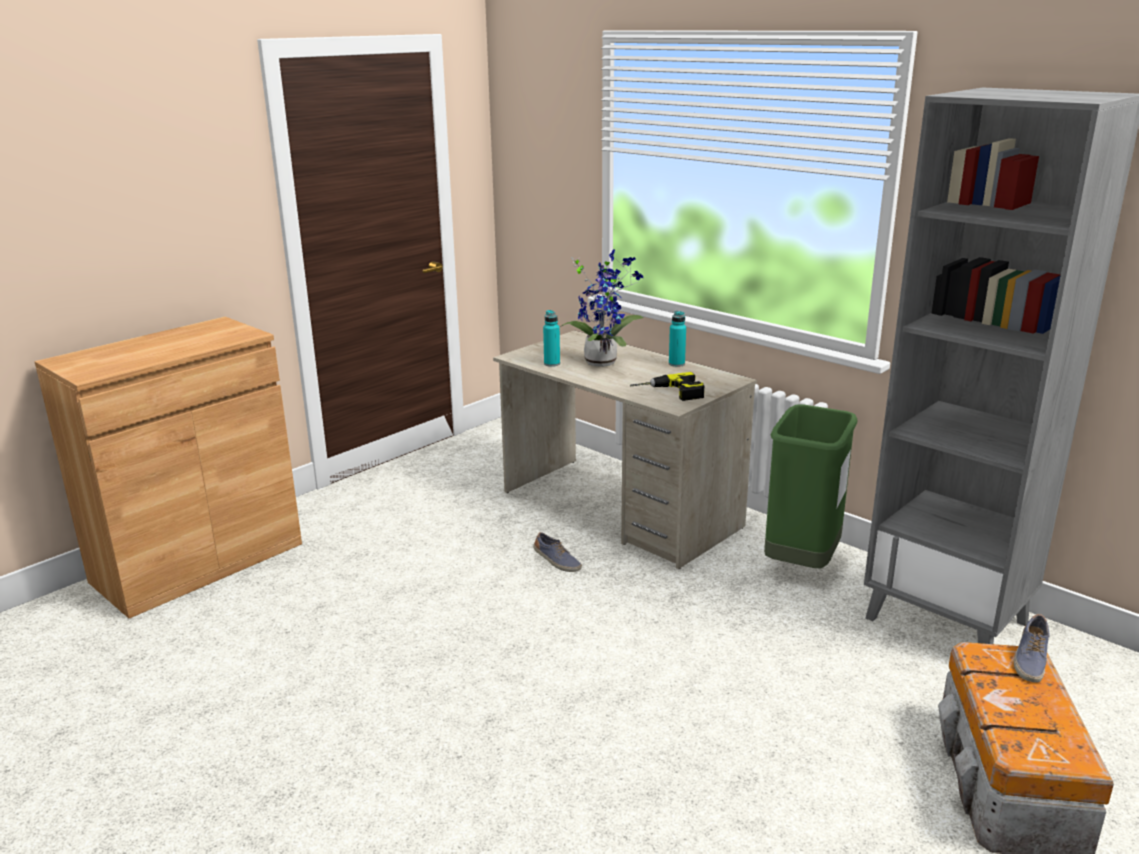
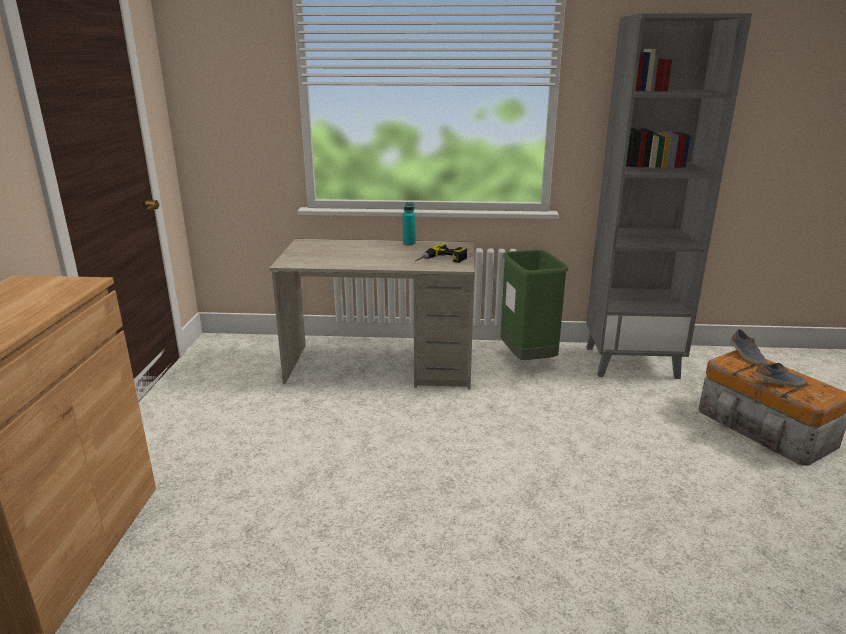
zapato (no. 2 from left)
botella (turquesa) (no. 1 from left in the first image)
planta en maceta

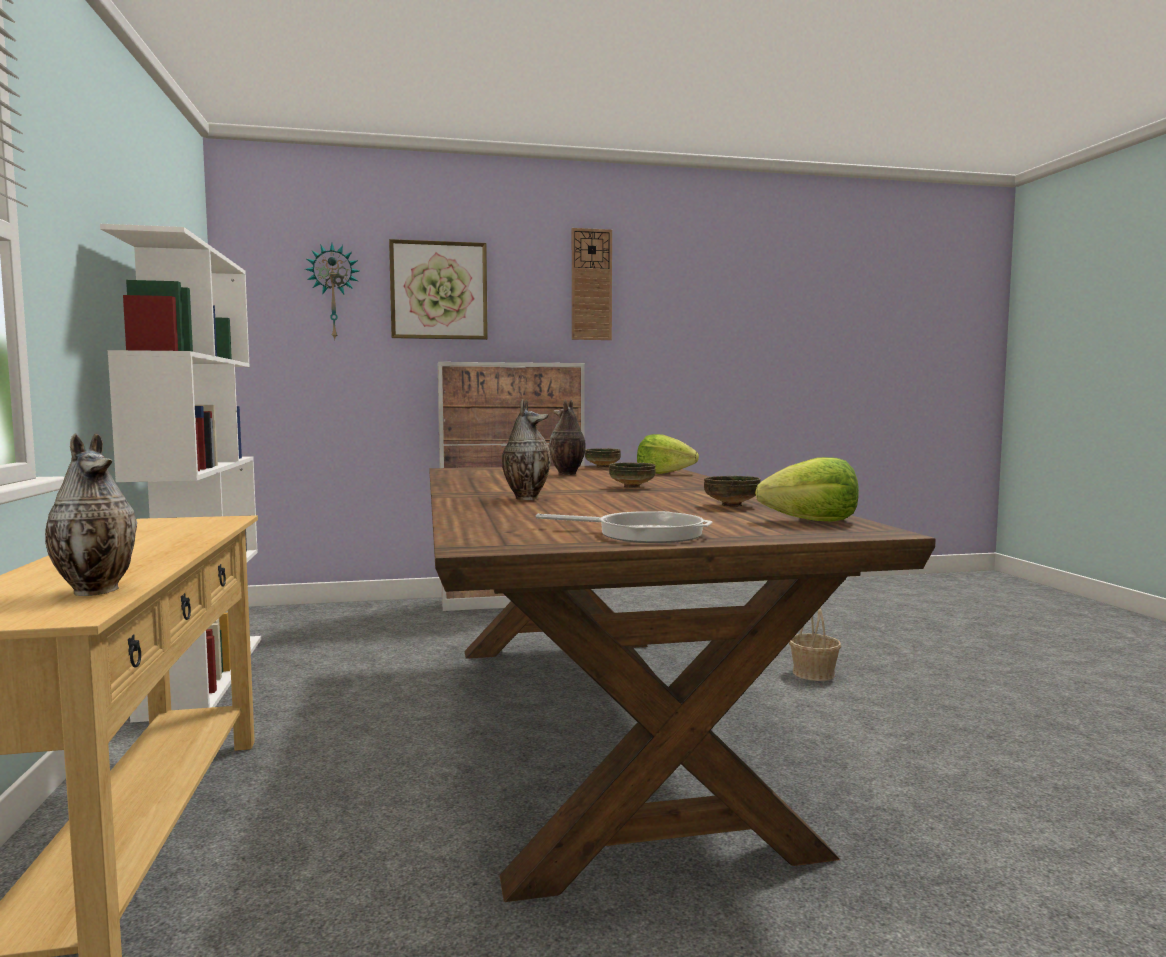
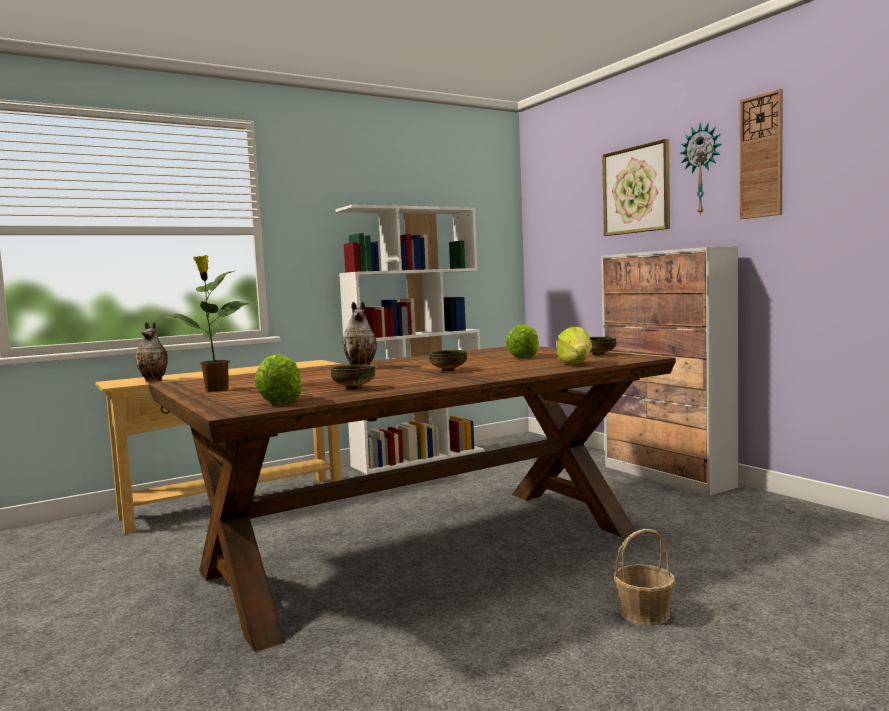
planta en maceta
lechuga (no. 2 from left)
reloj de pared (no. 1 from left)

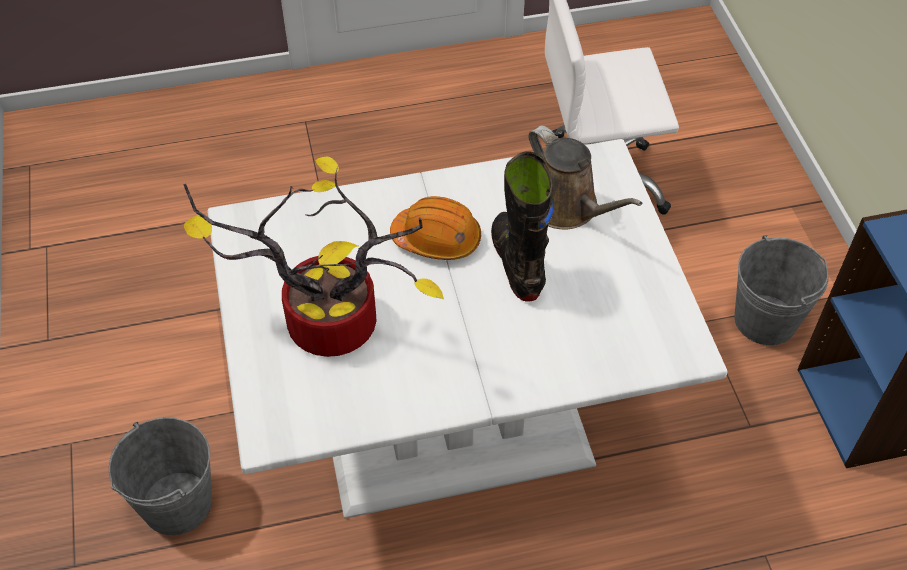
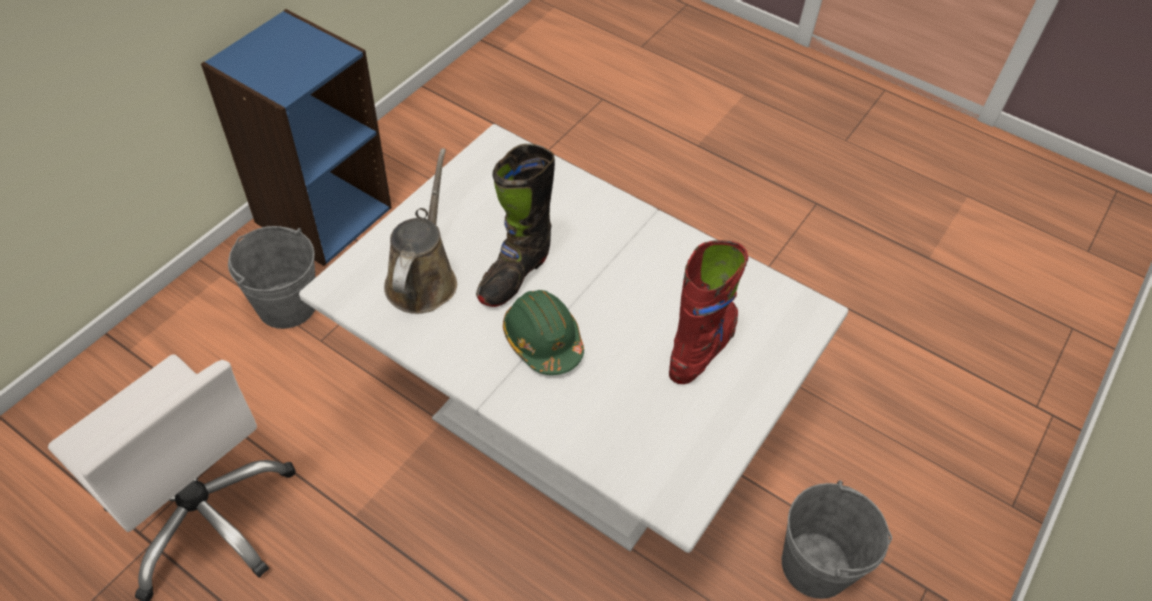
casco (verde)
bota (rojo)

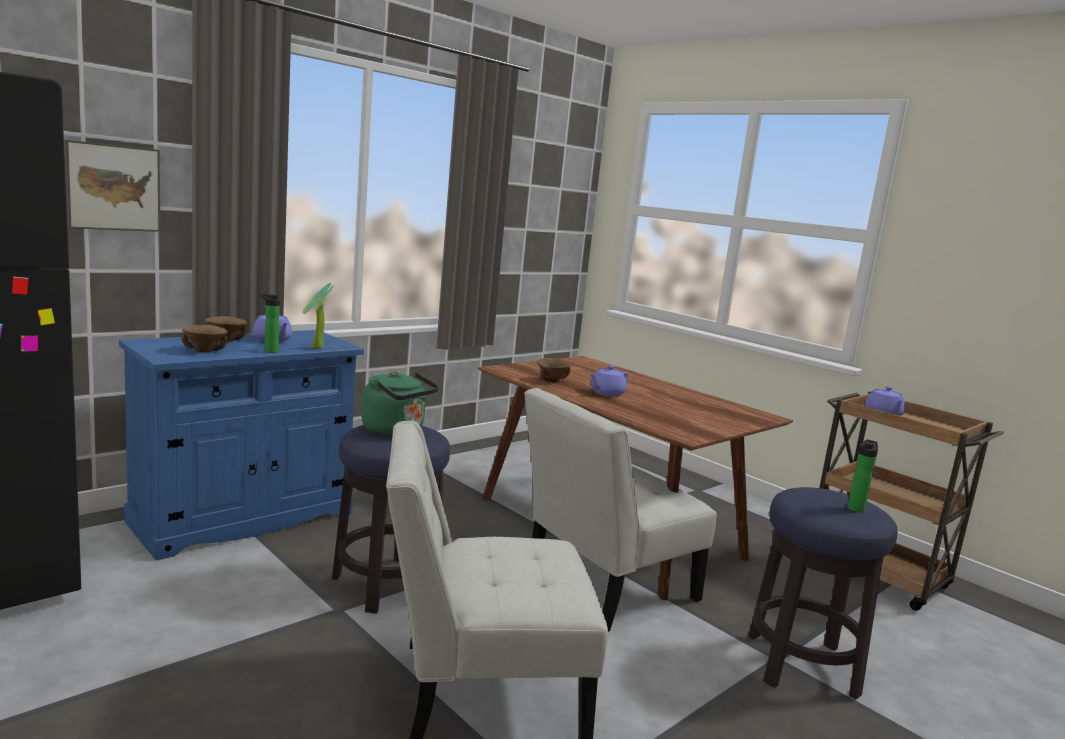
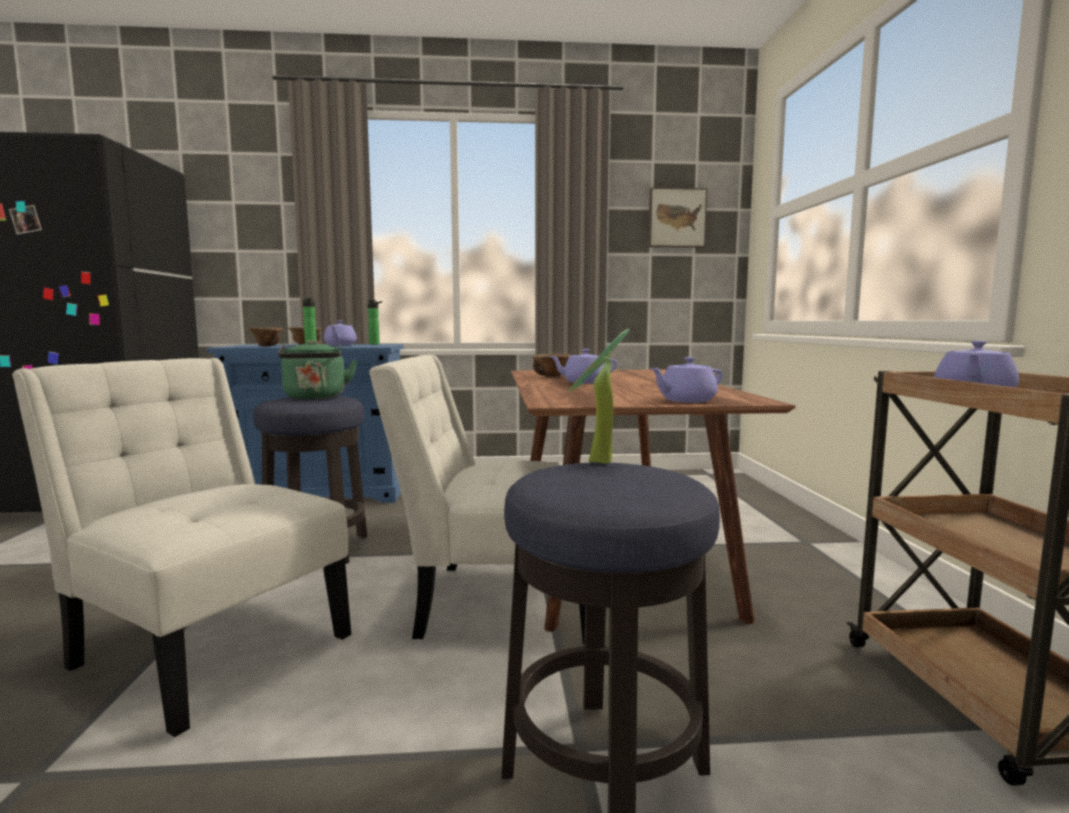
botella (no. 2 from left)
planta en maceta
cuadro
tetera (morado) (no. 3 from left)

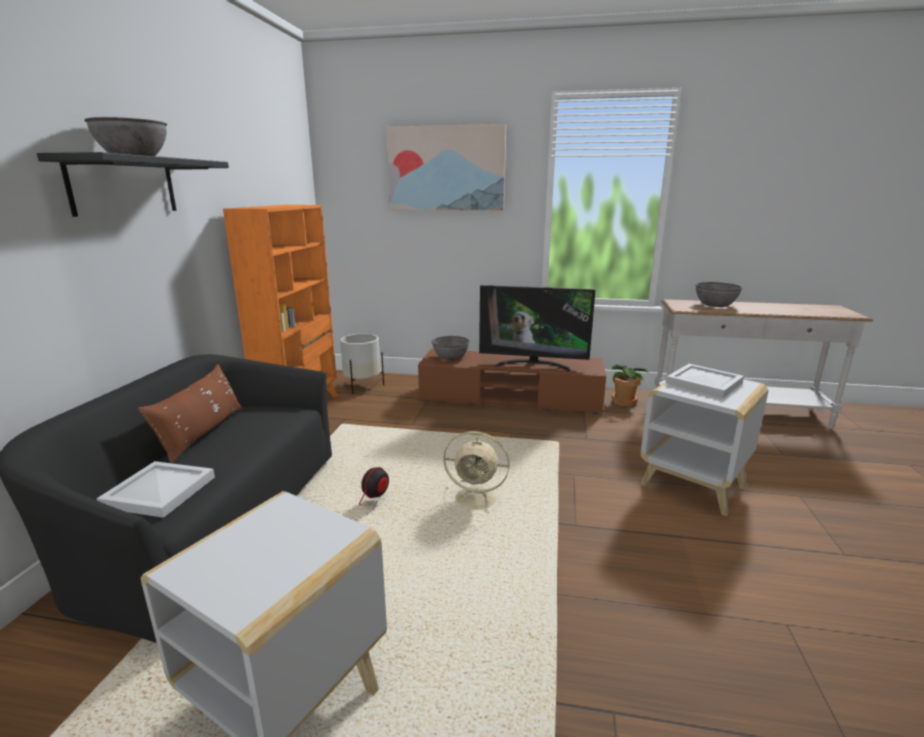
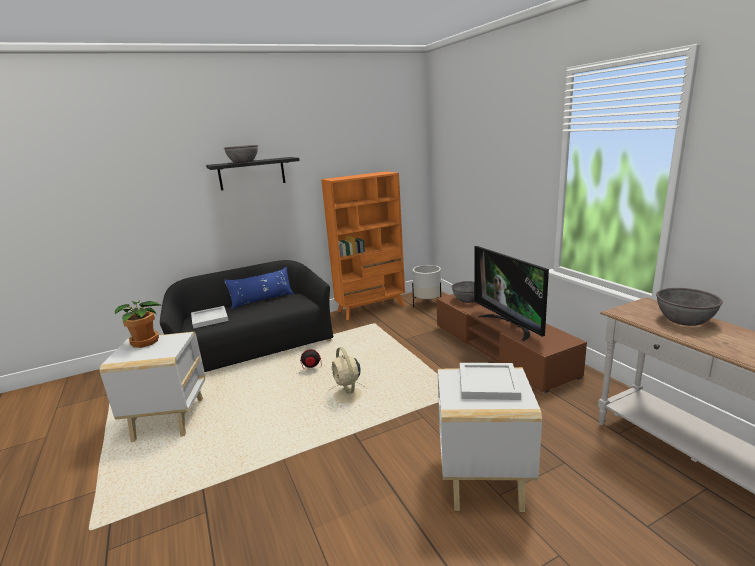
planta en maceta
cojín (azul)
cuadro

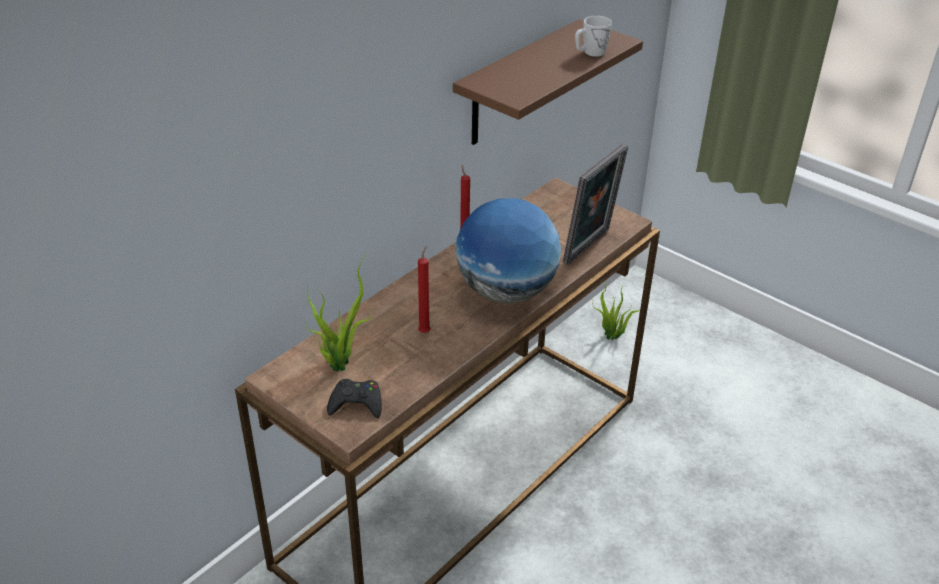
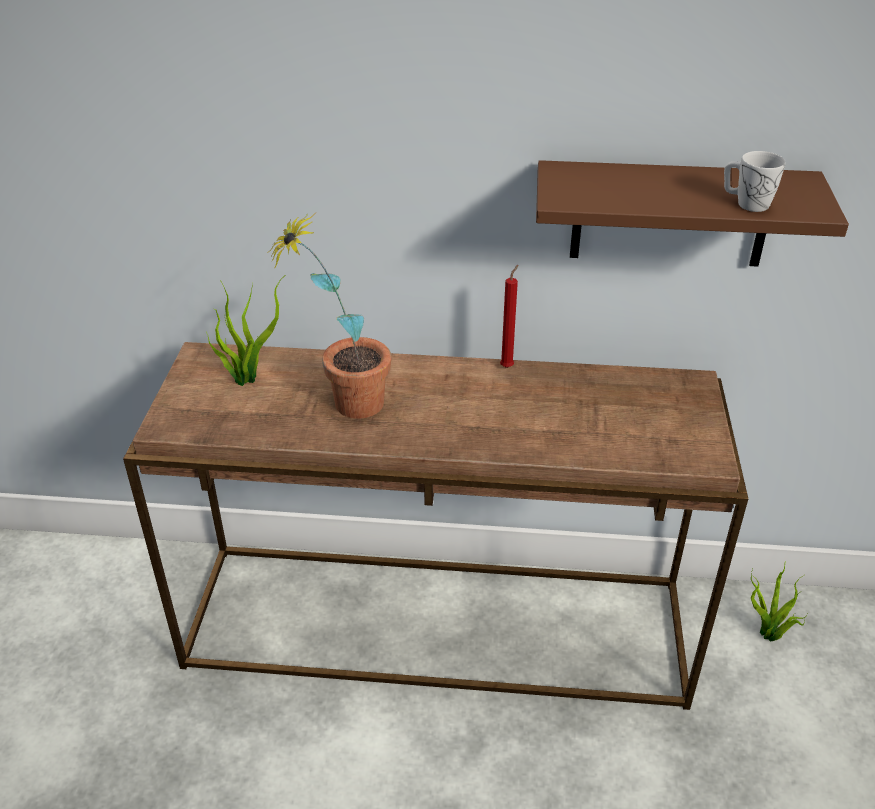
planta en maceta (no. 2 from left)
mando de consola (negro)
globo terráqueo
portarretratos

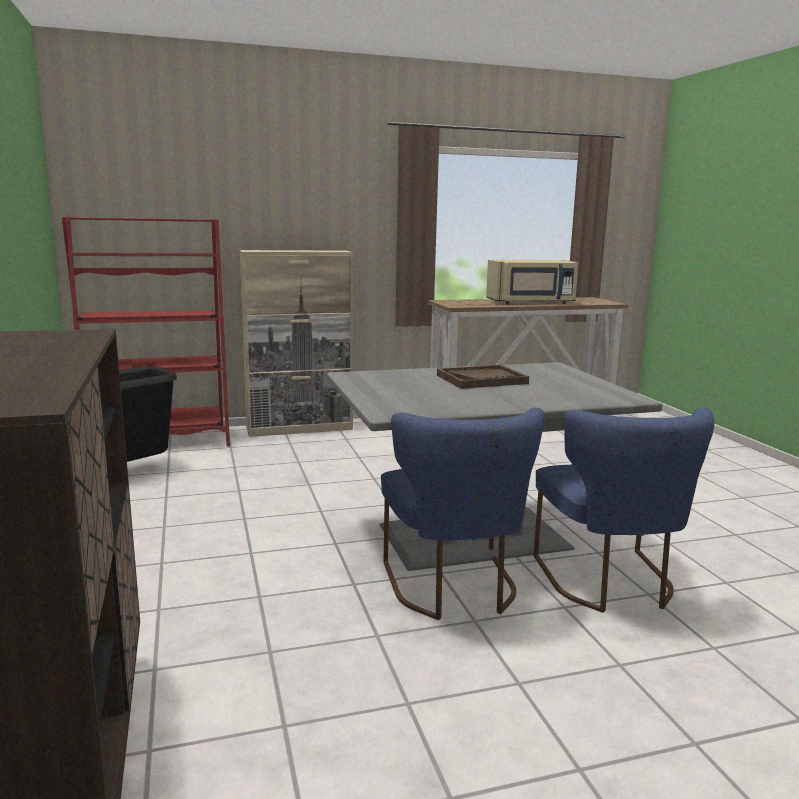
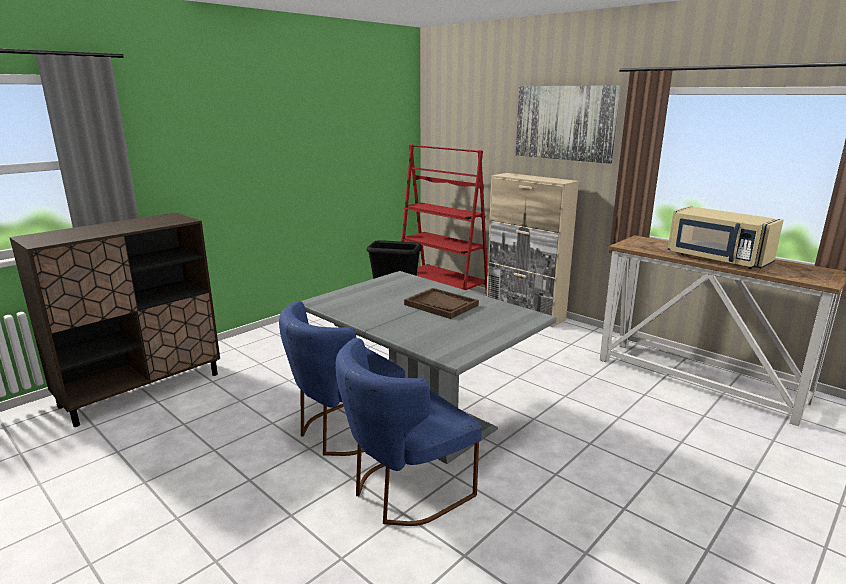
cuadro

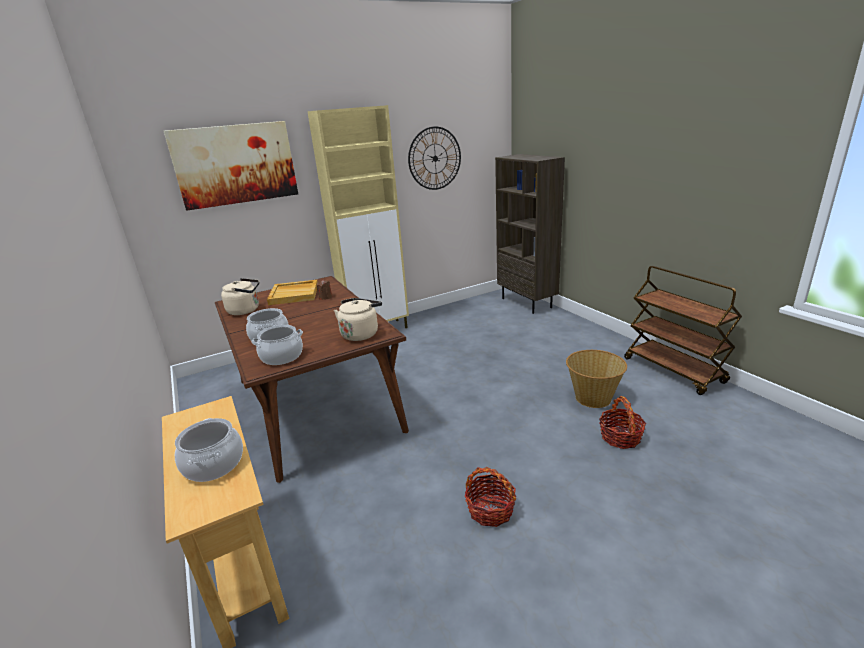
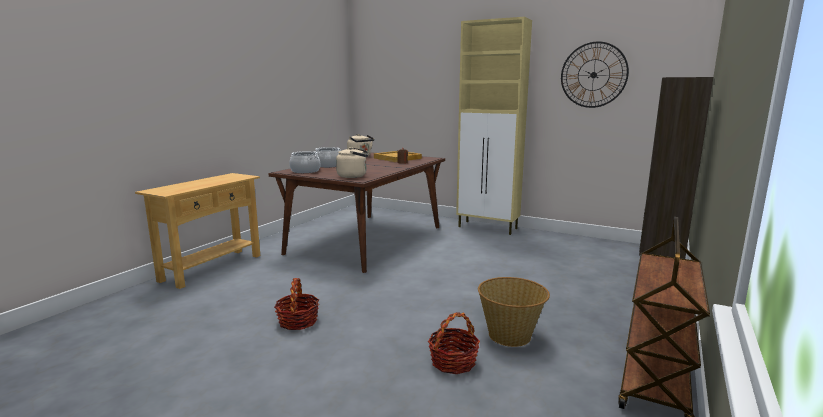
cuadro
olla (no. 1 from left in the first image)

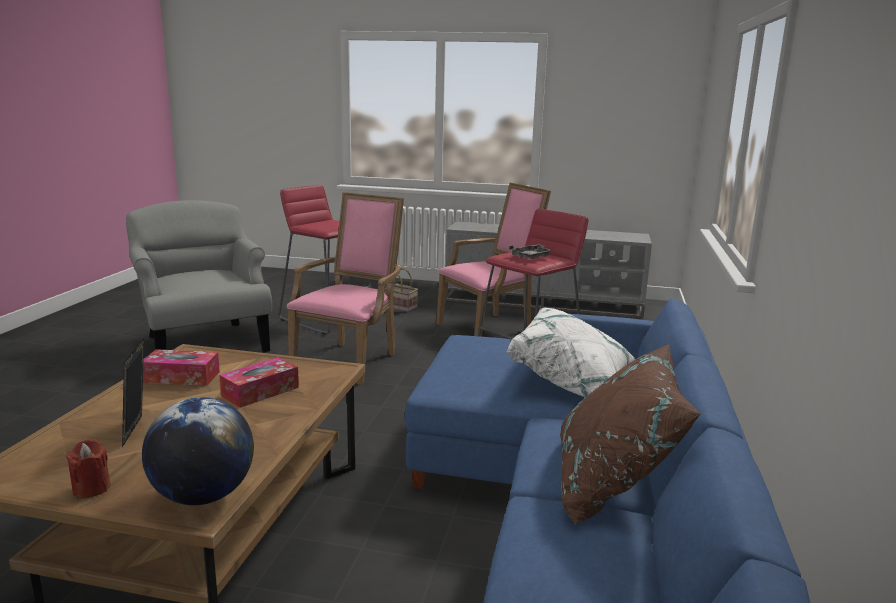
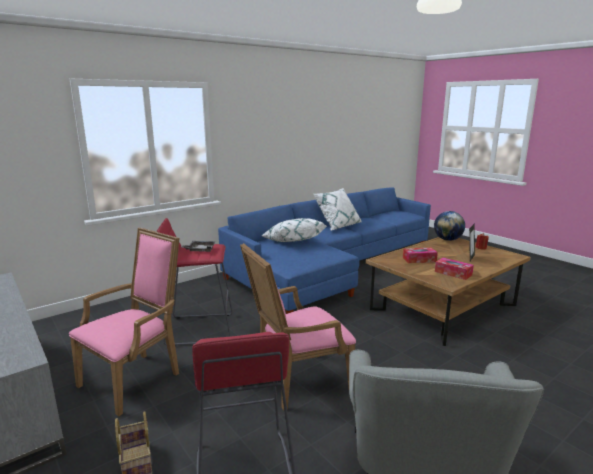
sillón (rosa) (no. 1 from left)
cojín (blanco) (no. 2 from left)

